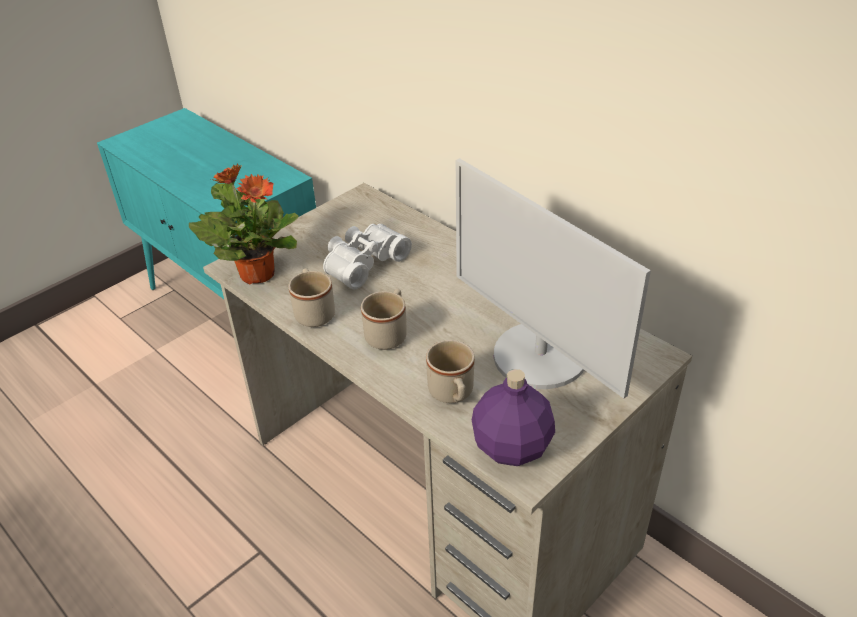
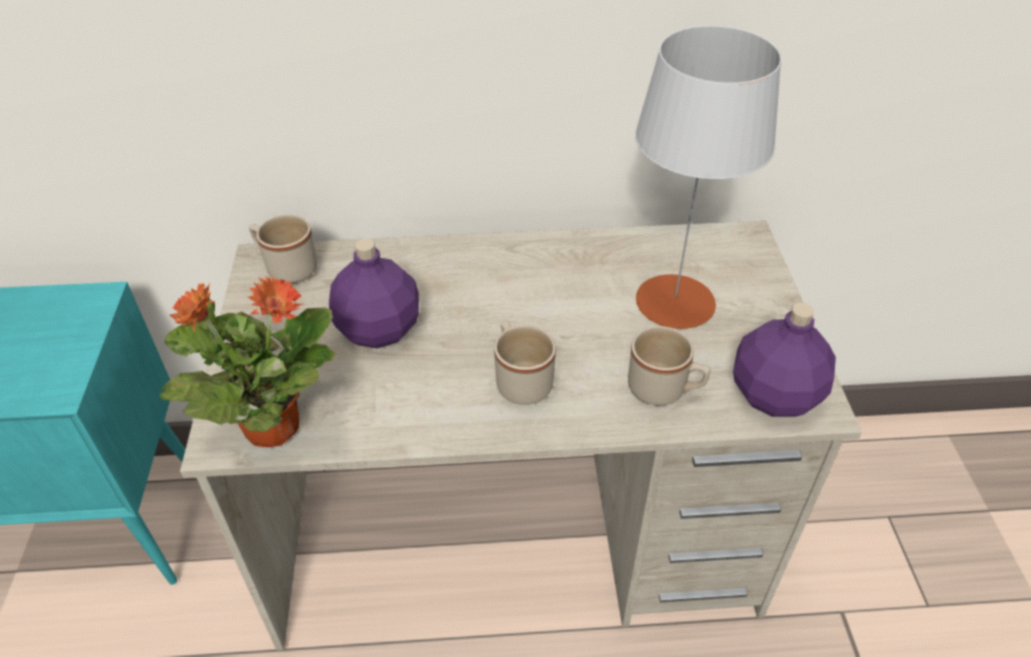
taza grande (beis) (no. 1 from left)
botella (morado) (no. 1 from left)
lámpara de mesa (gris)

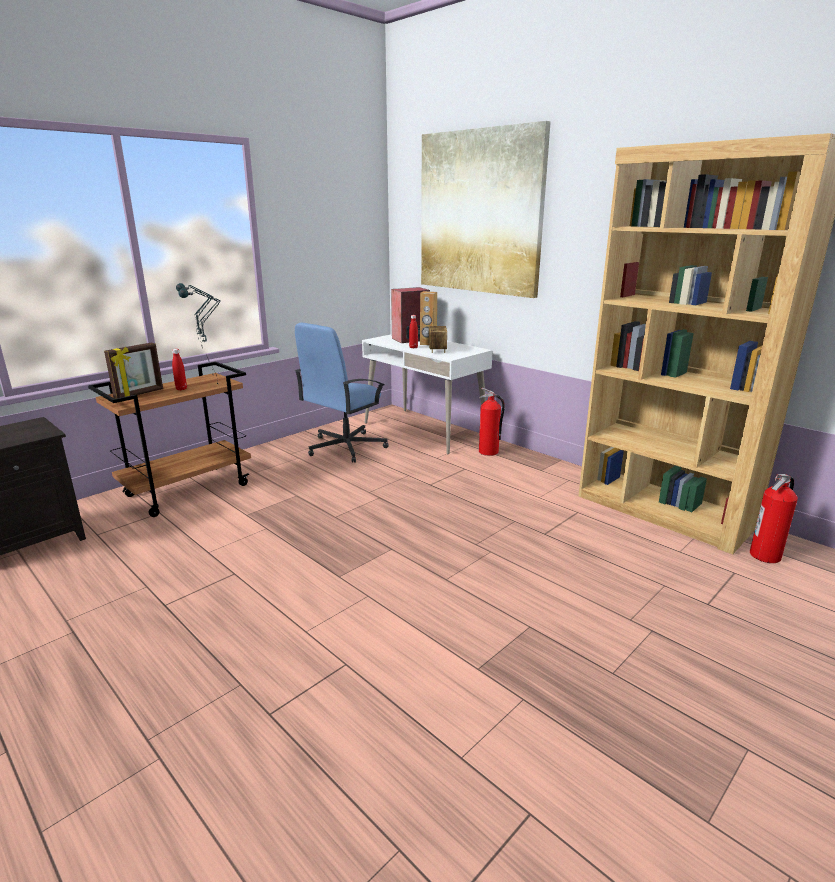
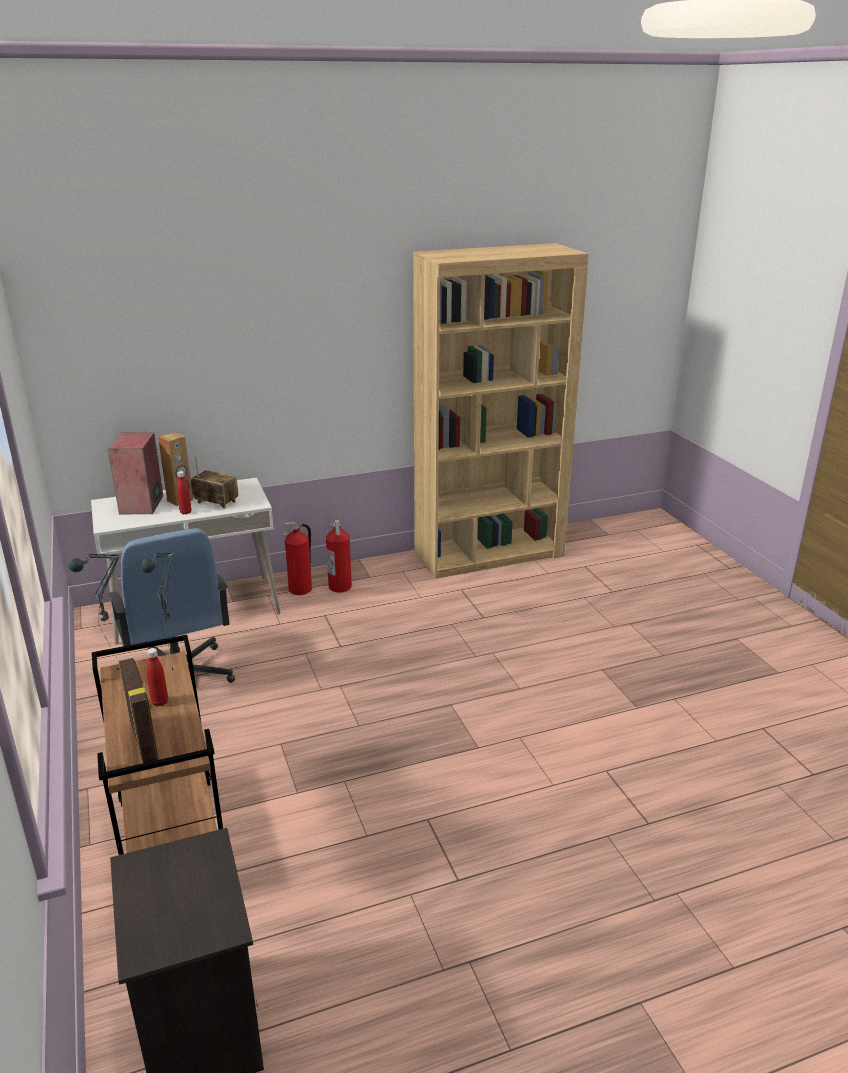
extintor (no. 2 from left)
cuadro

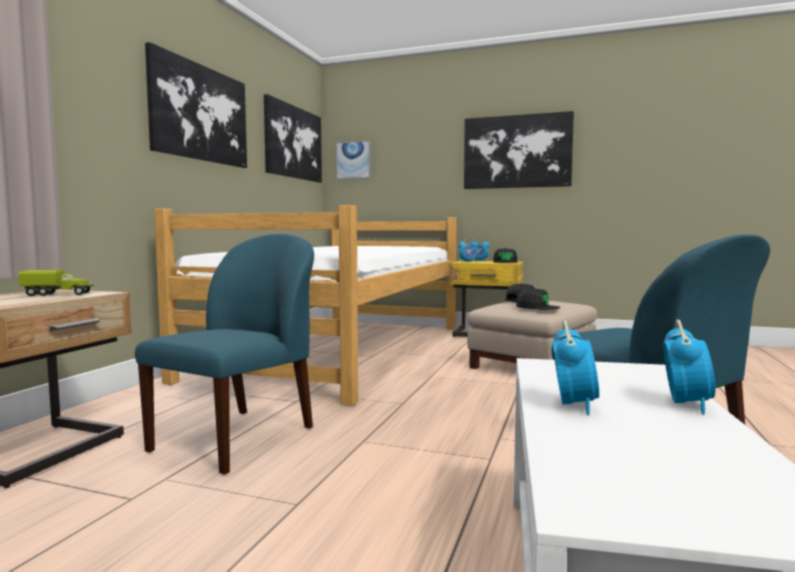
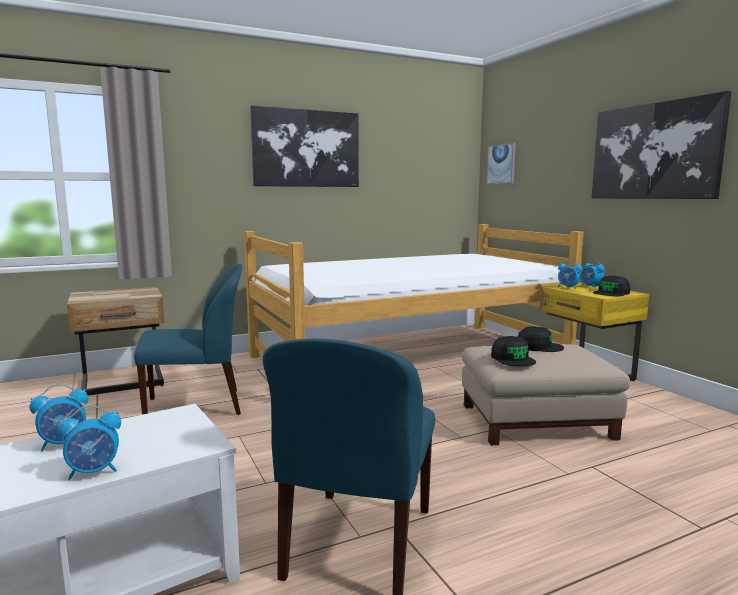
camión de juguete
cuadro (no. 2 from left in the first image)

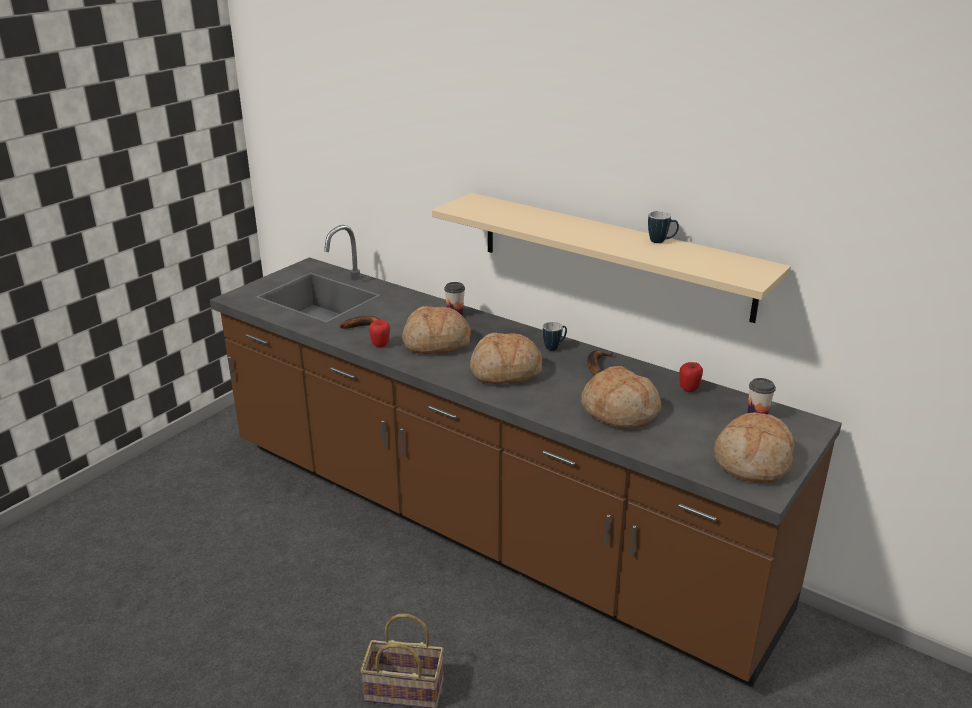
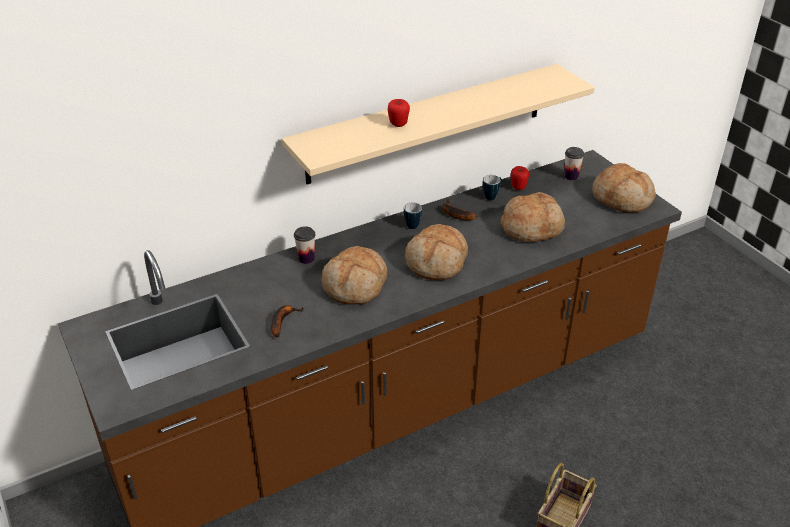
manzana (no. 1 from left)
taza grande (no. 2 from left)

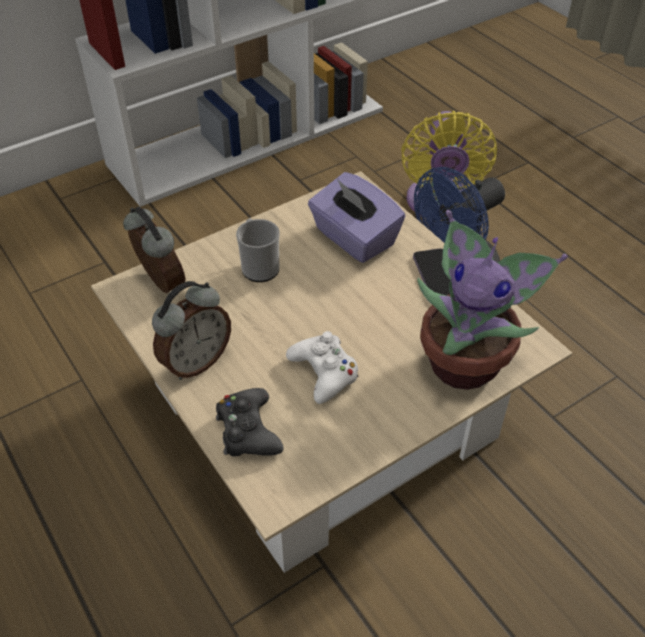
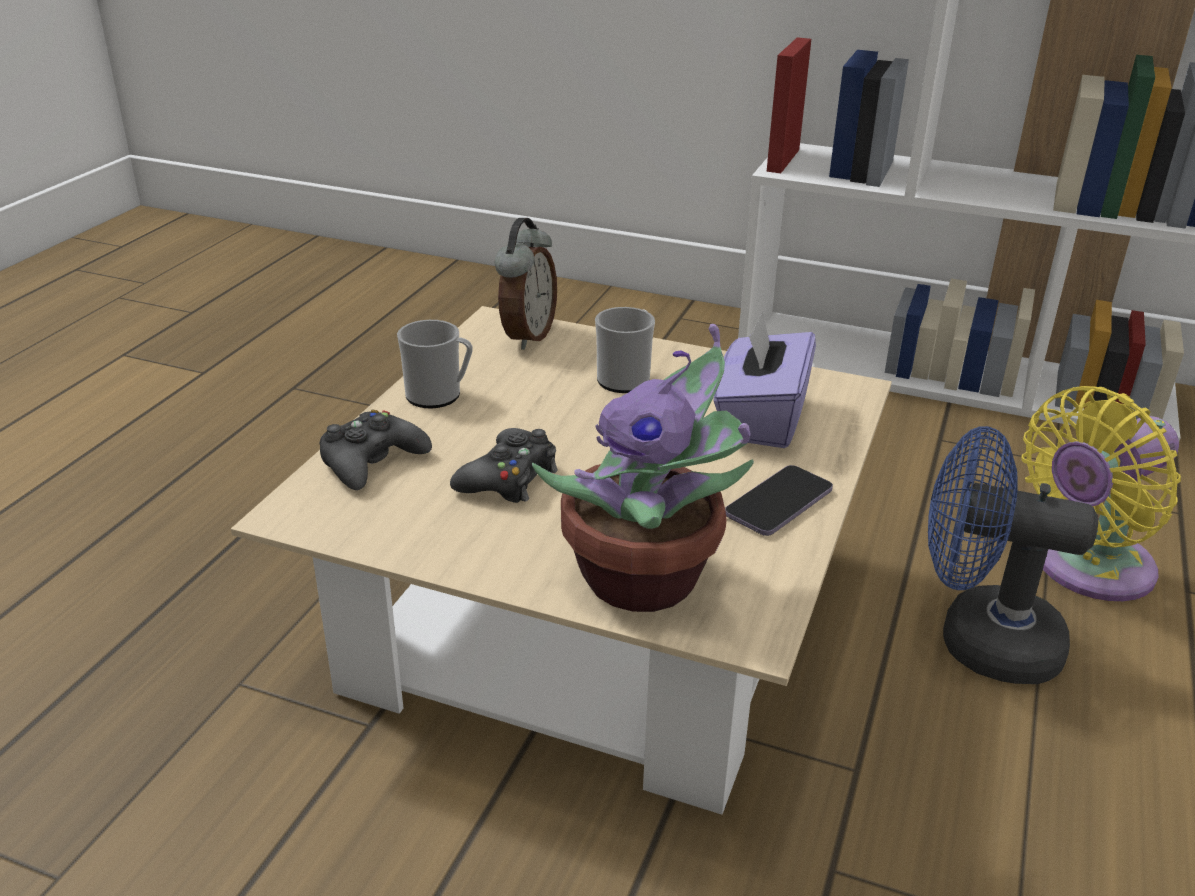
taza grande (no. 1 from left)
mando de consola (negro) (no. 2 from left)

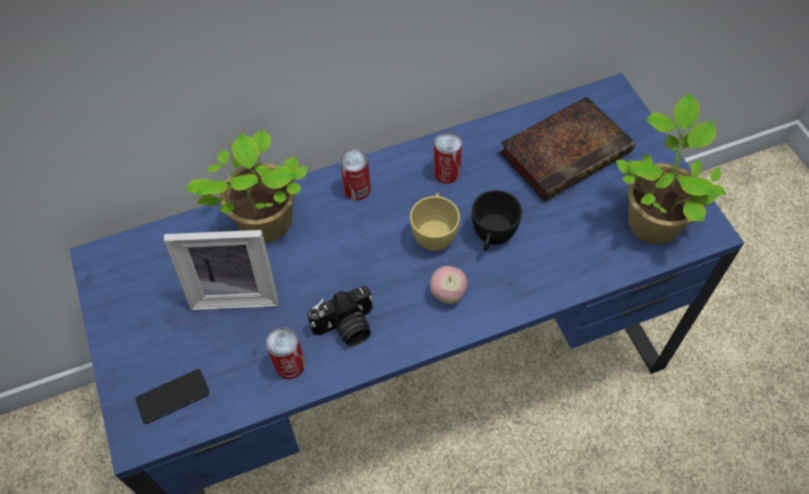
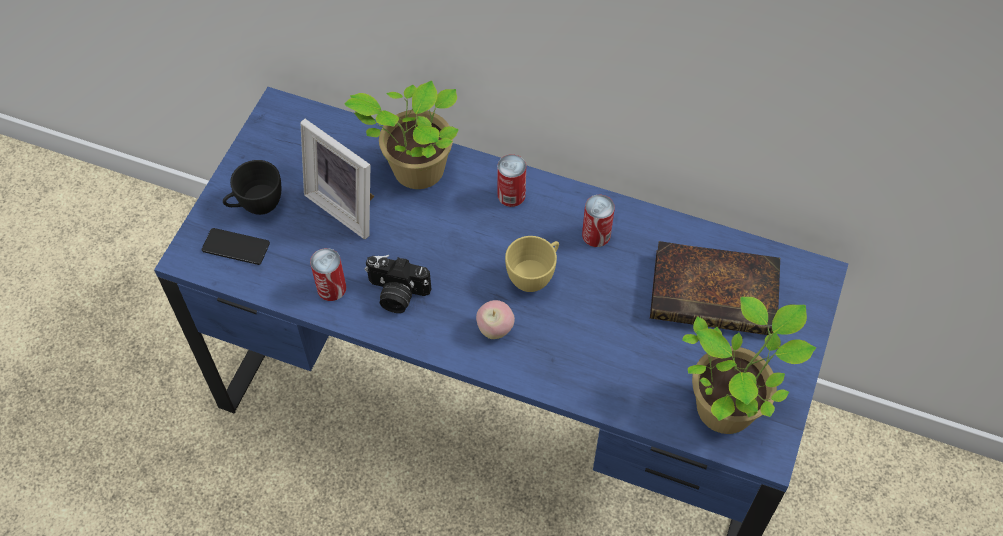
taza (negro)

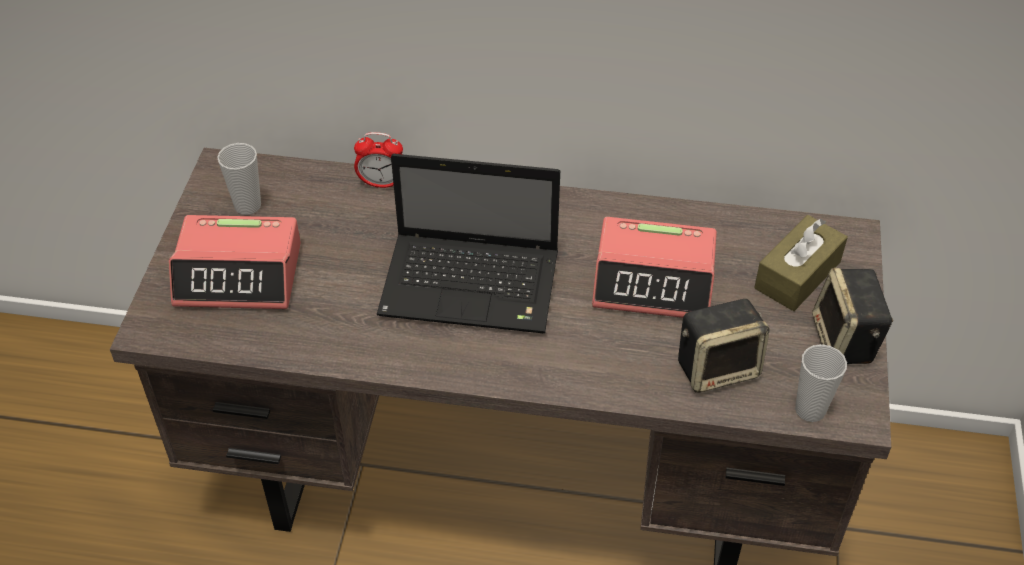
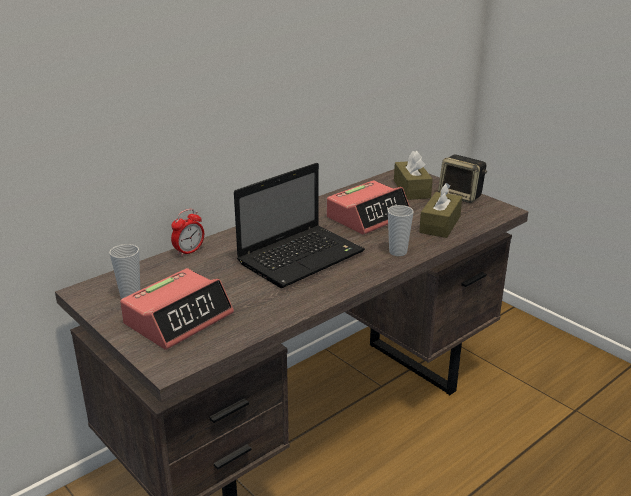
taza (no. 2 from left)
caja de pañuelos (marrón) (no. 2 from left)

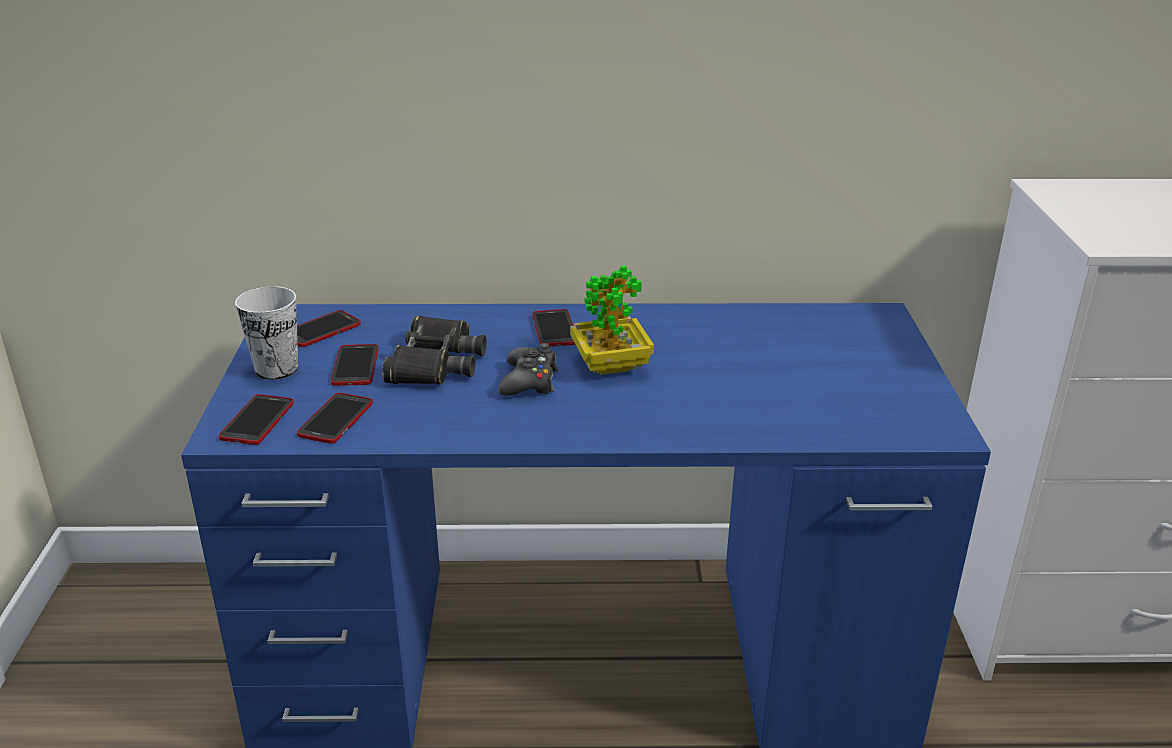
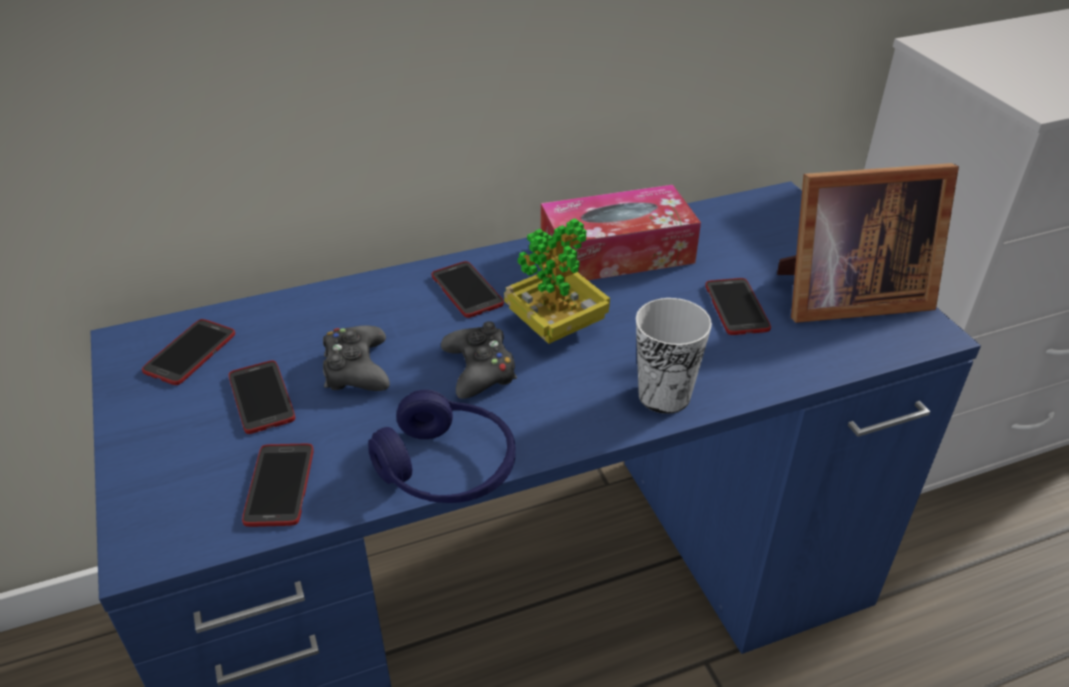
mando de consola (negro) (no. 1 from left)
auriculares (azul)
caja de pañuelos
taza
móvil (no. 5 from left)
portarretratos

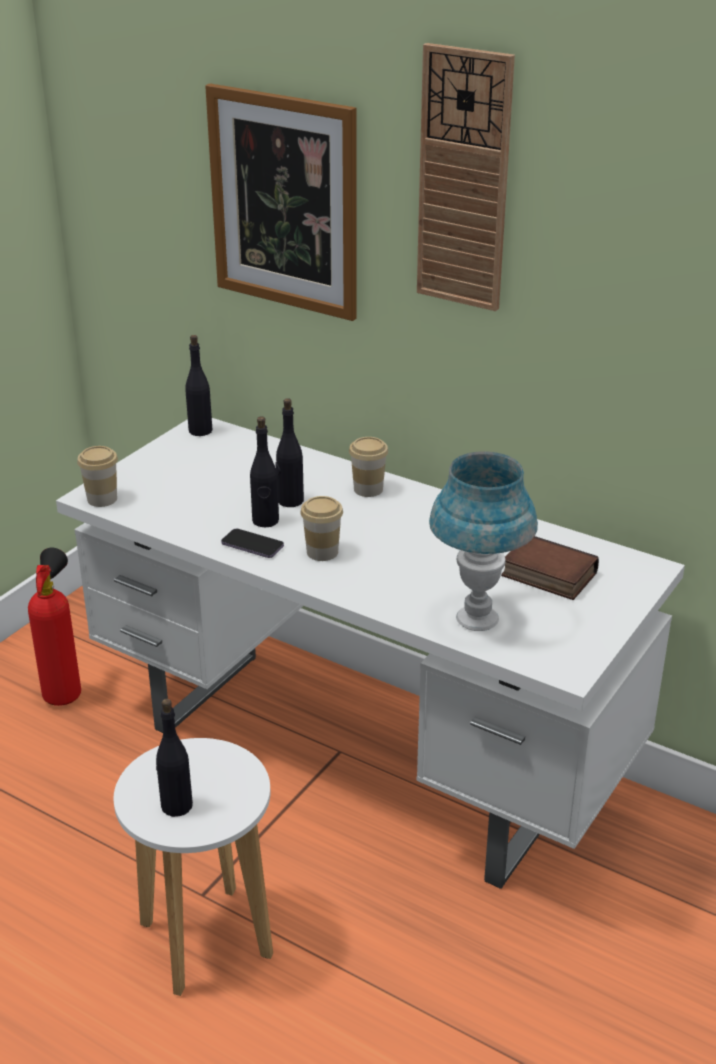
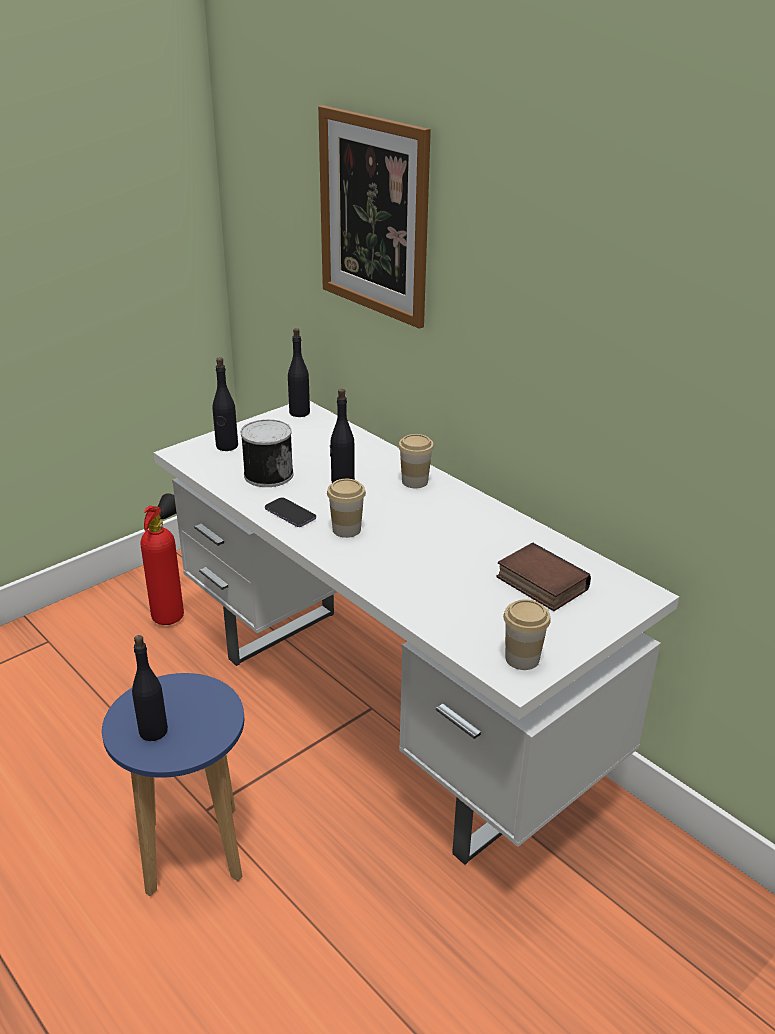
taburete (azul)
botella (negro) (no. 2 from left)
lata
taza (no. 3 from left)
reloj de pared
lámpara de mesa (azul)

